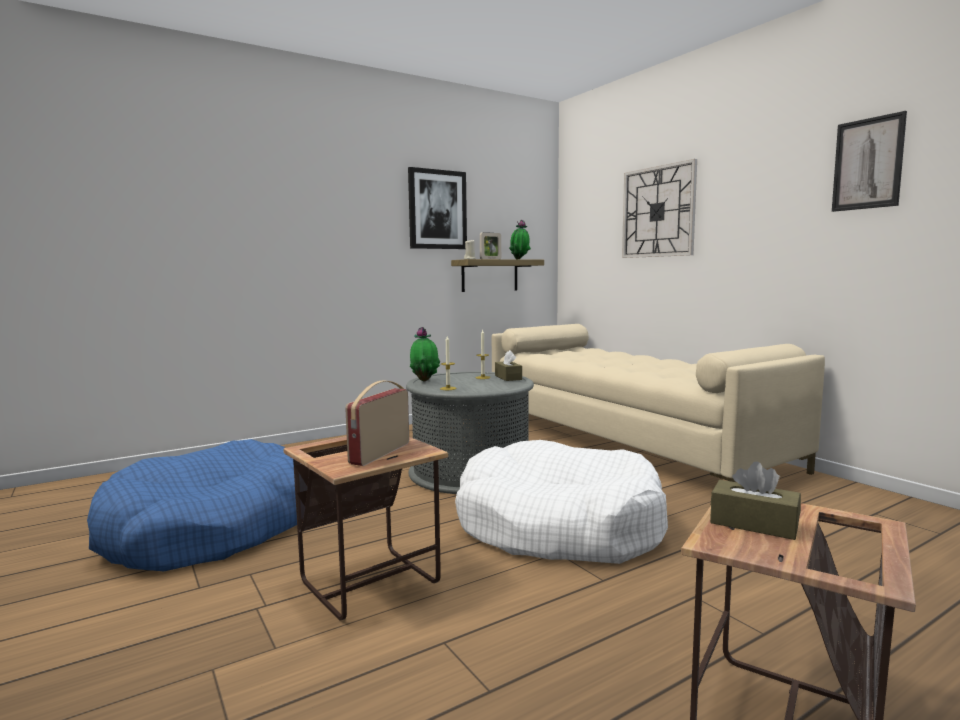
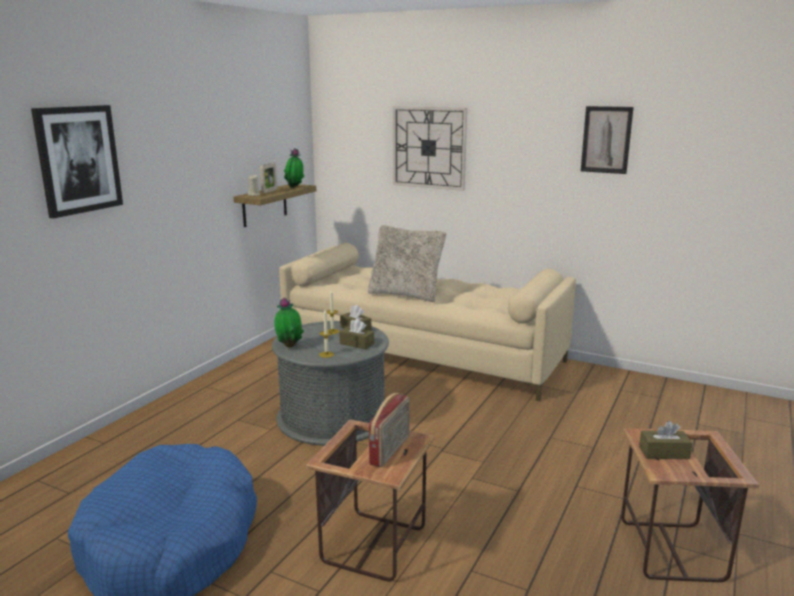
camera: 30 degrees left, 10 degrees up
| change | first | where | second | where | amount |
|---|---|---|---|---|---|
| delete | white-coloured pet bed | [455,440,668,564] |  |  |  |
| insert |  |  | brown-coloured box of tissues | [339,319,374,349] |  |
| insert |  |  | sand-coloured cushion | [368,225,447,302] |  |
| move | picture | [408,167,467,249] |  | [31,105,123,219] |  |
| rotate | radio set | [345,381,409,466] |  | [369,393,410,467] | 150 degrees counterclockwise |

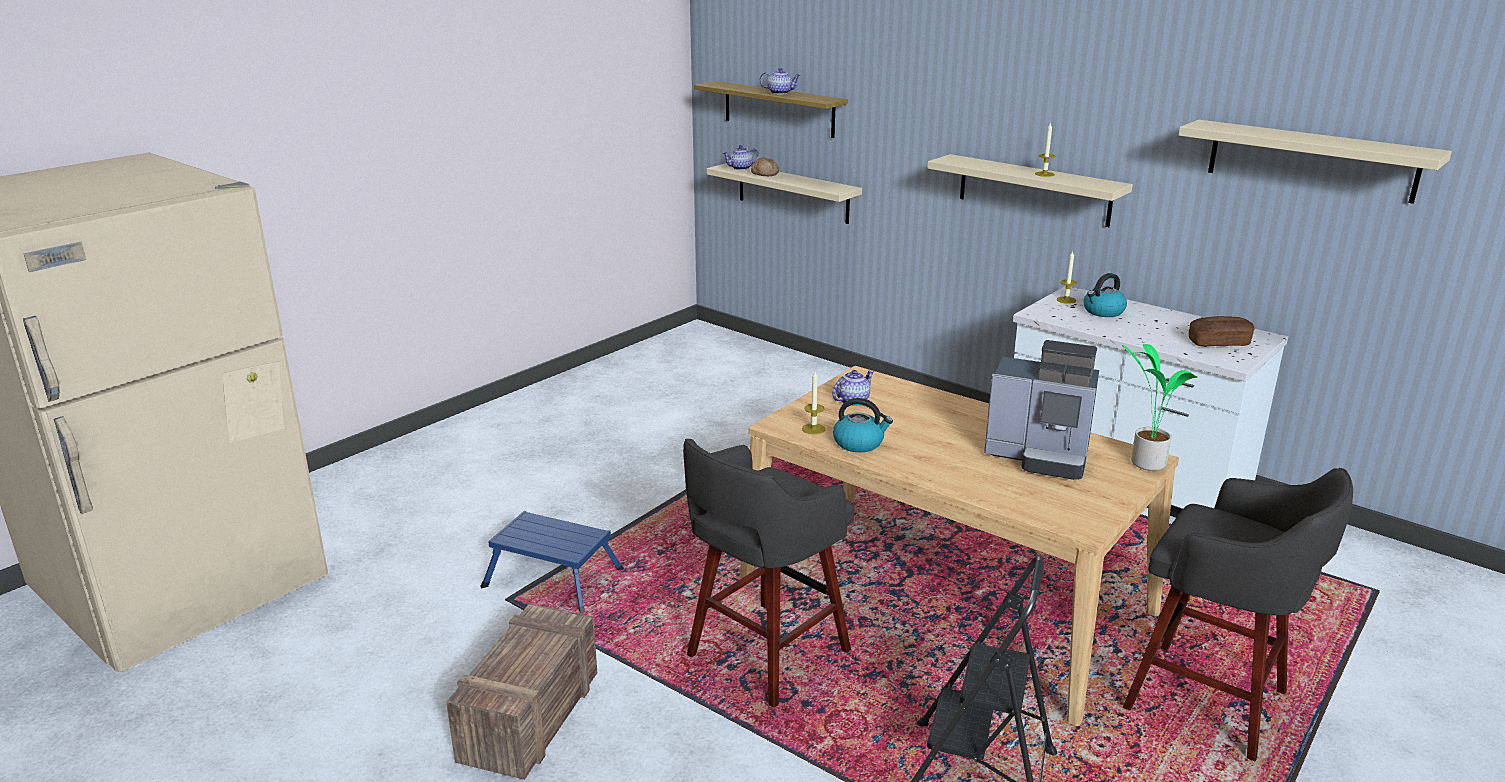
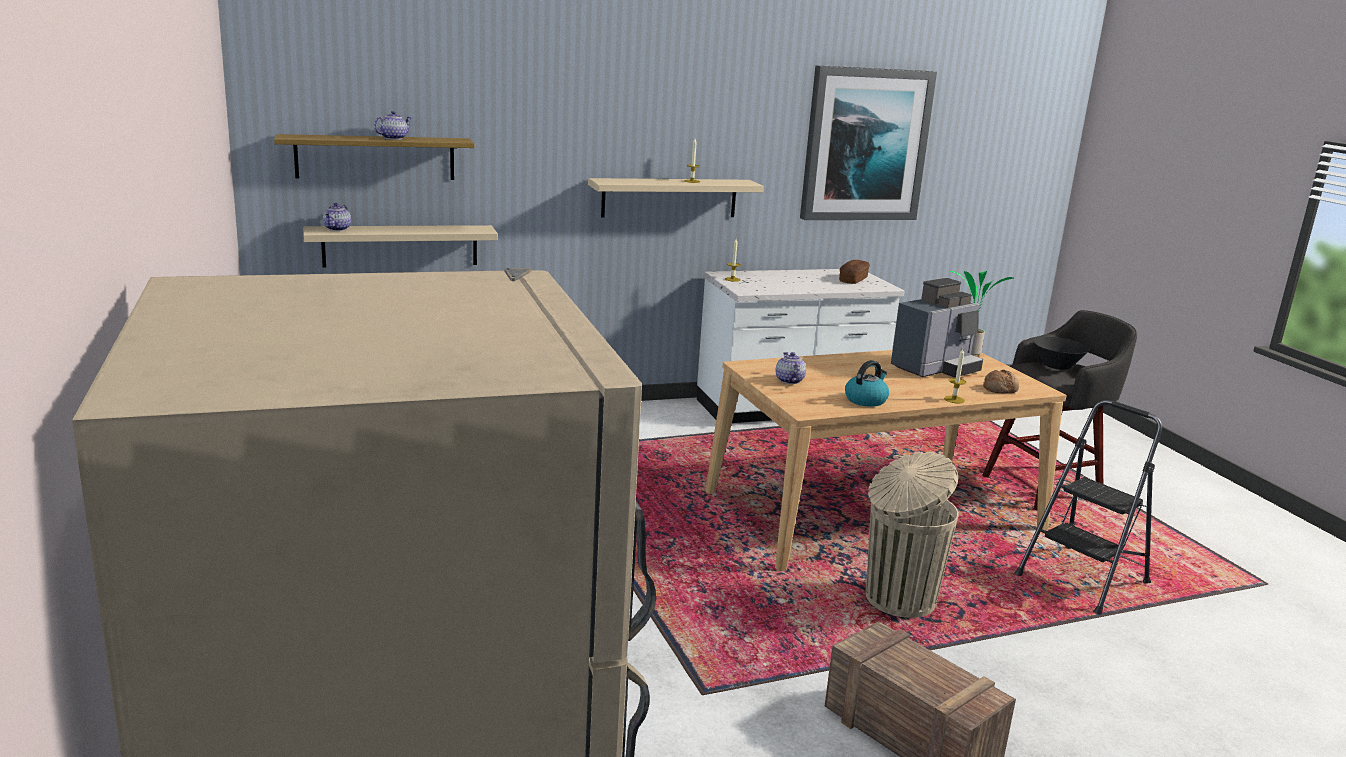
camera: 60 degrees left, 5 degrees down
| change | first | where | second | where | amount |
|---|---|---|---|---|---|
| delete | blue-coloured stepladder | [480,511,624,613] |  |  |  |
| delete | kettle | [1084,273,1127,317] |  |  |  |
| insert |  |  | black bowl | [1033,337,1090,370] |  |
| move | bakery bread | [751,157,779,176] |  | [983,370,1019,393] |  |
| move | wax candle | [802,372,826,434] |  | [944,348,966,404] |  |
| replace | grey stool seat | [683,439,854,708] | sand-coloured trash can | [866,452,959,618] |  |
| replace | sand-coloured shelf | [1179,120,1452,204] | picture | [800,66,937,220] |  |

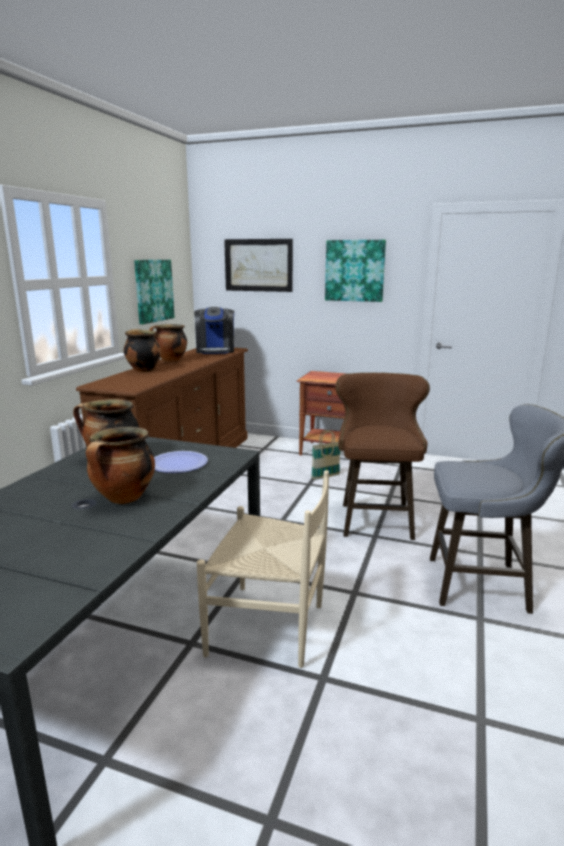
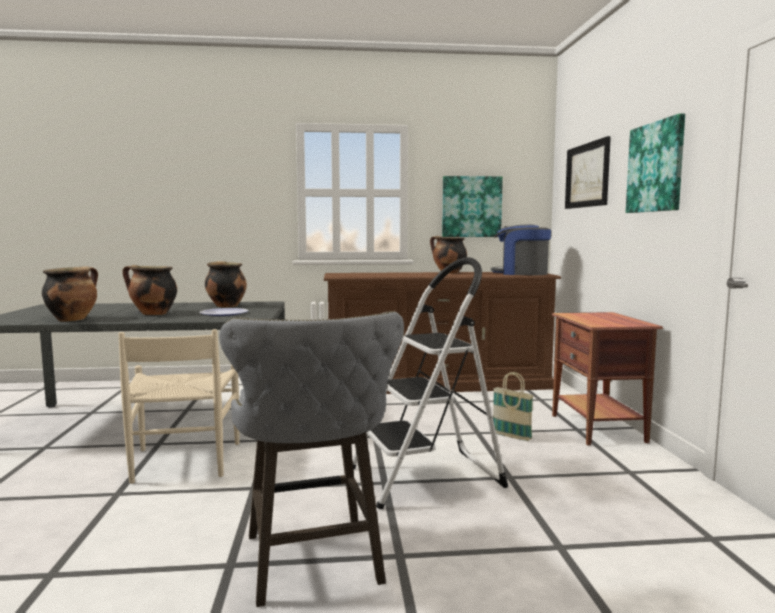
camera: 65 degrees right, 10 degrees down
| change | first | where | second | where | amount |
|---|---|---|---|---|---|
| move | stockpot | [124,329,161,372] |  | [42,266,98,321] |  |
| replace | brown-coloured stool seat | [335,372,430,540] | stepladder | [352,257,508,509] |  |
| rotate | coffee maker | [194,307,234,354] |  | [491,224,551,275] | 60 degrees clockwise |

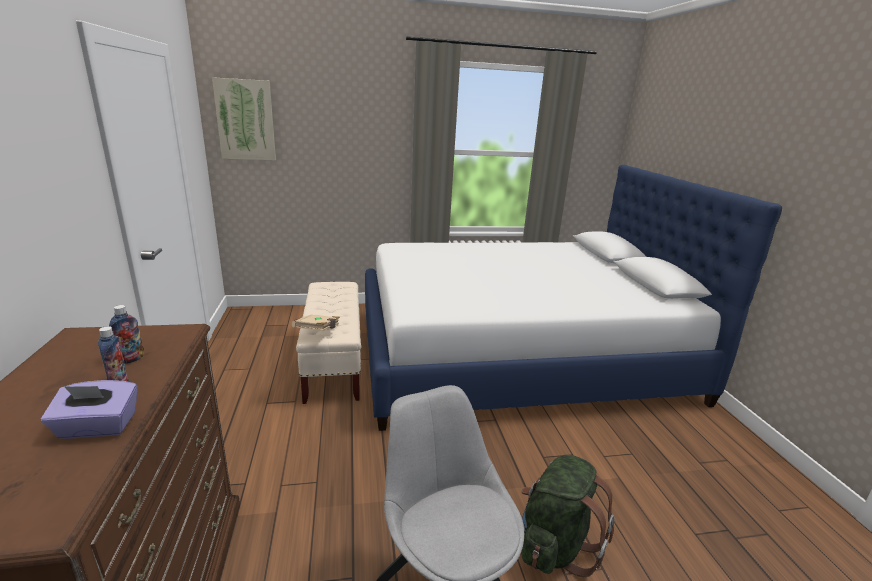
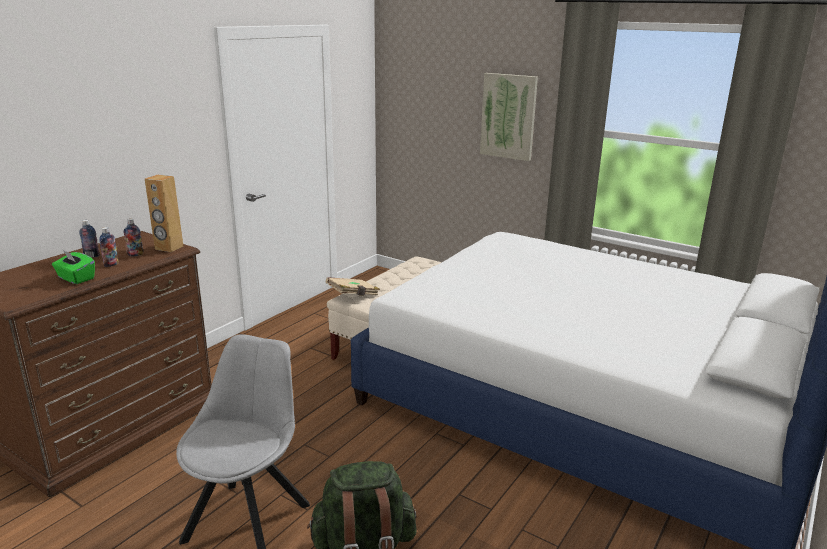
camera: 45 degrees right, 0 degrees up
| change | first | where | second | where | amount |
|---|---|---|---|---|---|
| insert |  |  | beverage bottle | [79,220,100,258] |  |
| insert |  |  | brown-coloured speaker | [145,175,184,252] |  |
| move | picture | [212,77,276,160] |  | [480,73,538,161] |  |
| recolor | purple box of tissues | [41,380,137,439] | green box of tissues | [52,250,95,284] |  |

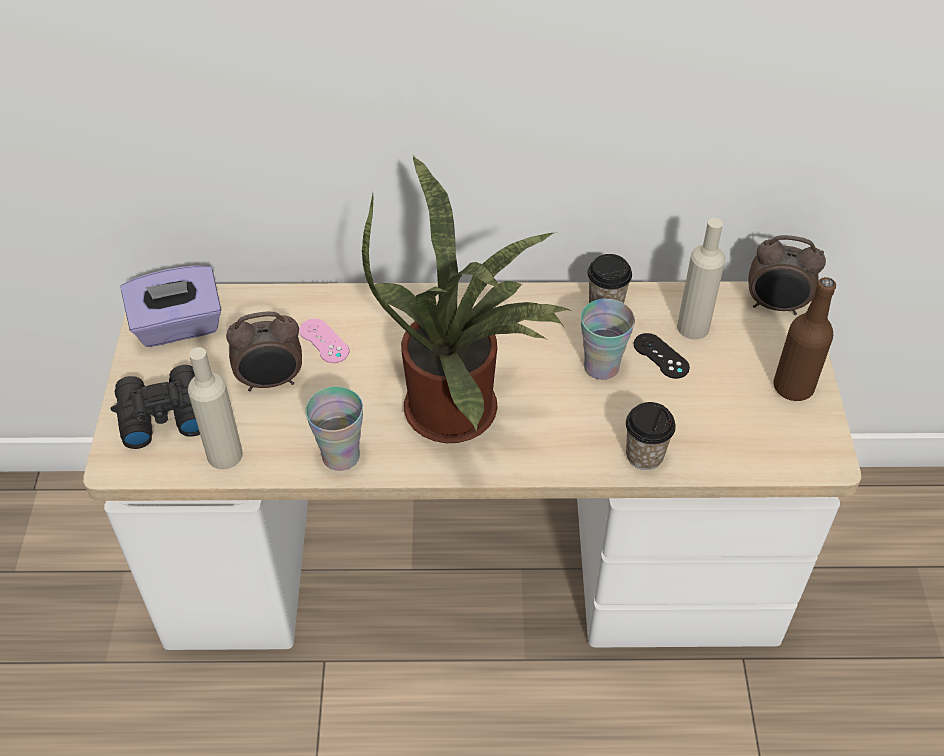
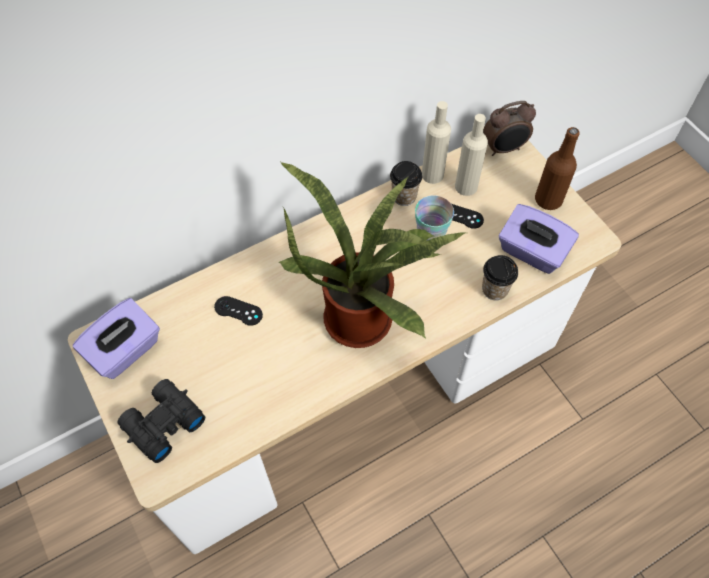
camera: 30 degrees left, 10 degrees up
| change | first | where | second | where | amount |
|---|---|---|---|---|---|
| delete | table clock | [226,312,302,391] |  |  |  |
| delete | cup | [305,387,363,471] |  |  |  |
| insert |  |  | purple box of tissues | [499,204,579,274] |  |
| move | sand-coloured beverage bottle | [188,347,243,469] |  | [422,101,451,184] |  |
| recolor | pink gamepad | [299,319,349,363] | black gamepad | [214,296,263,326] |  |

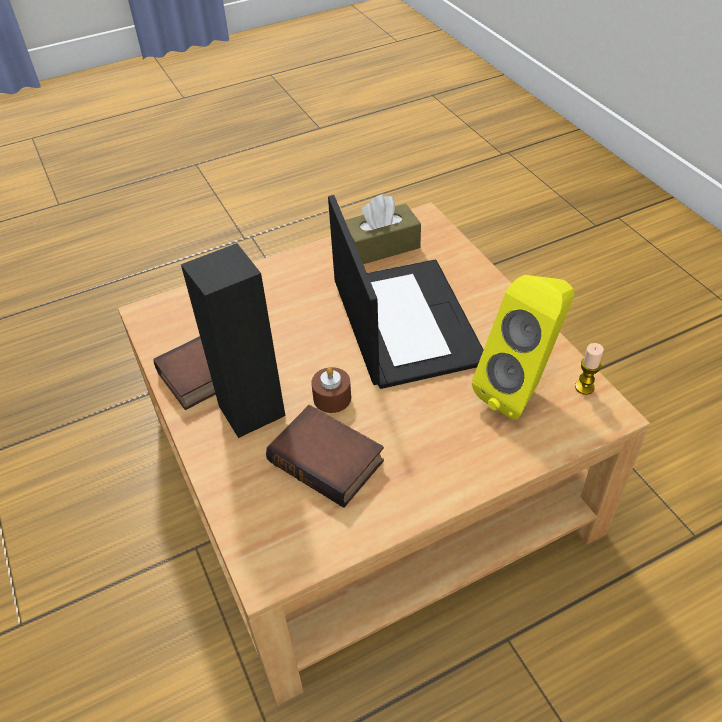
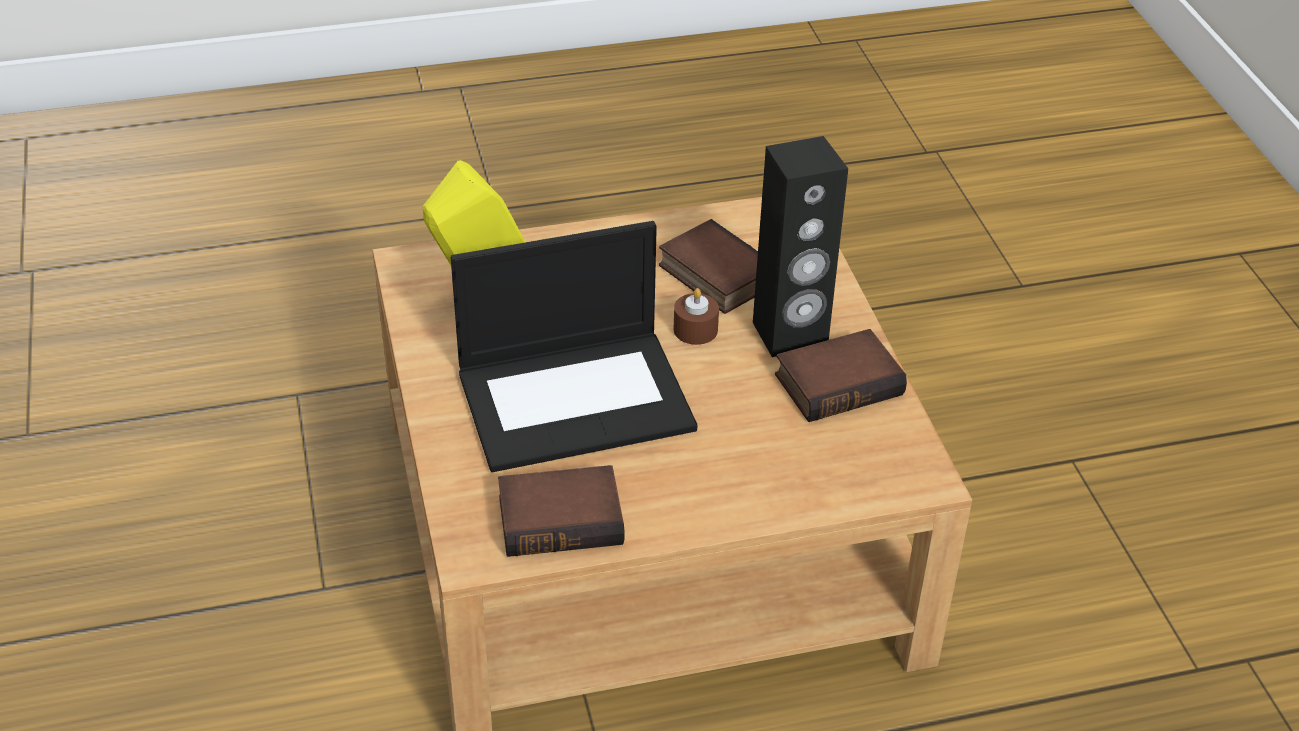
camera: 170 degrees left, 5 degrees down
| change | first | where | second | where | amount |
|---|---|---|---|---|---|
| delete | wax candle | [575,343,604,395] |  |  |  |
| replace | brown-coloured box of tissues | [345,194,421,264] | bound book | [498,465,624,557] |  |
| rotate | portable computer | [328,195,484,389] |  | [451,221,698,472] | 105 degrees counterclockwise |

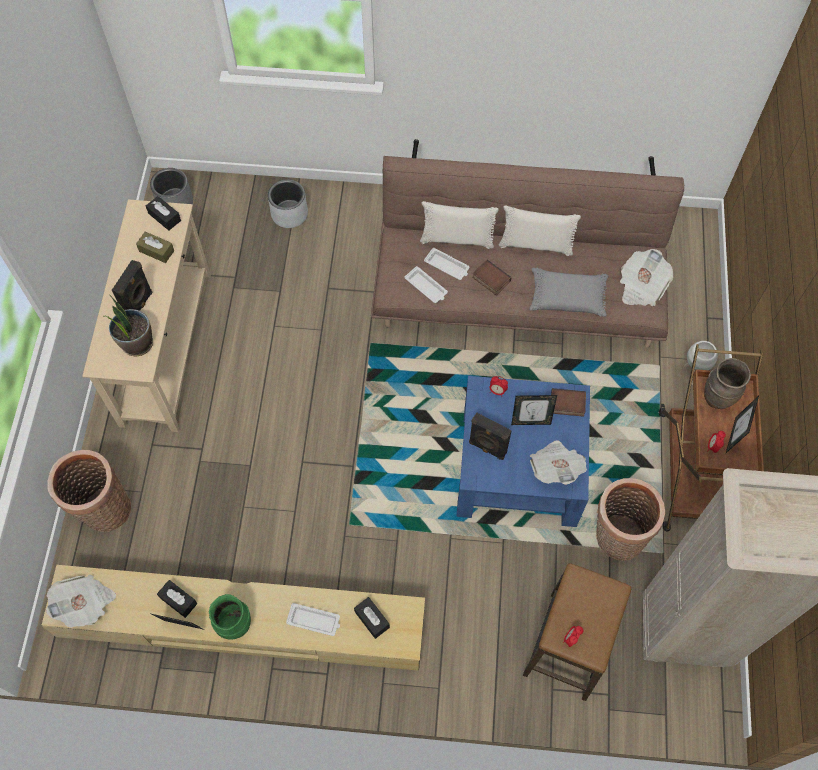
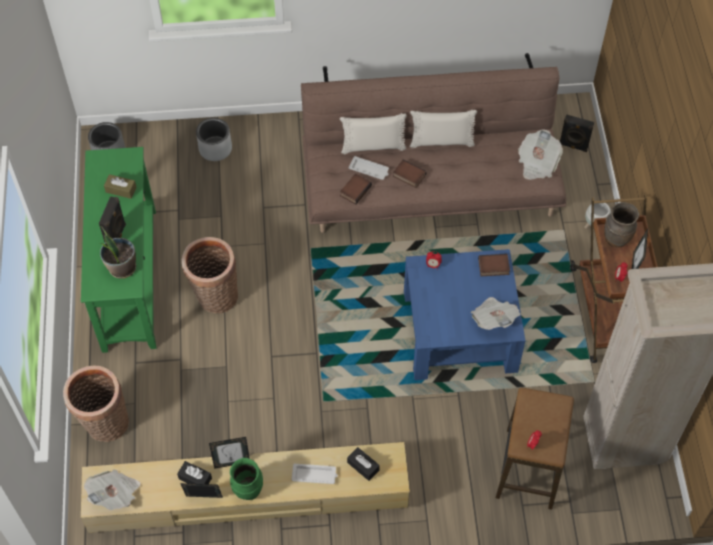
camera: 10 degrees left, 5 degrees down
| change | first | where | second | where | amount |
|---|---|---|---|---|---|
| delete | black box of tissues | [146,196,181,230] |  |  |  |
| delete | grey cushion | [529,268,608,317] |  |  |  |
| move | black speaker | [469,413,512,460] |  | [560,114,594,152] |  |
| move | standing frame | [511,395,557,425] |  | [209,437,250,469] |  |
| move | basket | [596,478,665,561] |  | [182,237,238,313] |  |
| replace | white-coloured tray | [404,266,448,303] | bound book | [340,173,372,205] |  |
| recolor | sand-coloured hall table | [82,199,211,432] | green hall table | [81,147,157,353] |  |

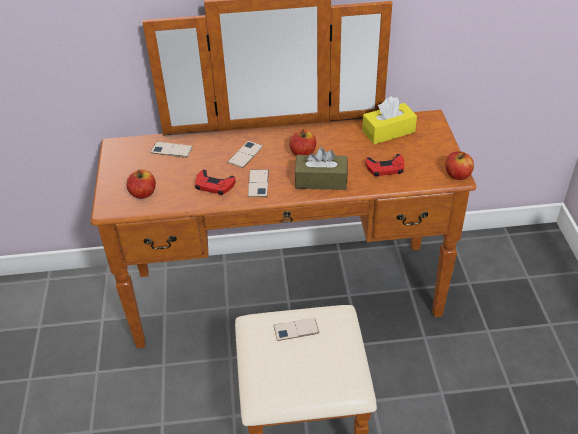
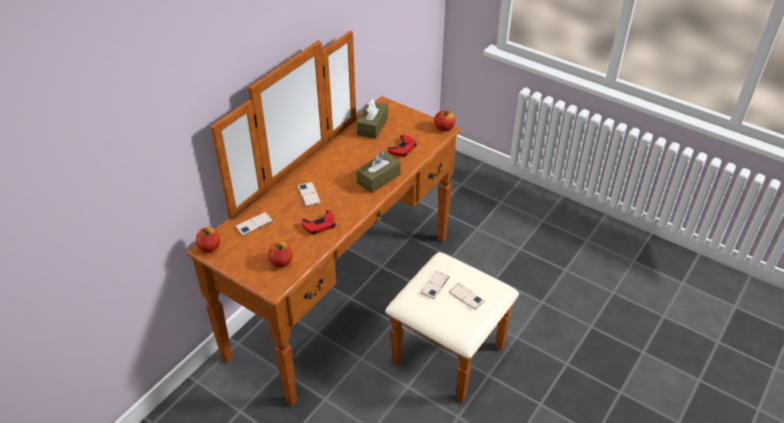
camera: 50 degrees left, 0 degrees up
| change | first | where | second | where | amount |
|---|---|---|---|---|---|
| move | phone | [248,169,269,197] |  | [449,283,485,310] |  |
| move | apple fruit | [290,130,316,155] |  | [196,227,220,253] |  |
| recolor | yellow box of tissues | [362,96,417,144] | brown-coloured box of tissues | [357,99,388,139] |  |

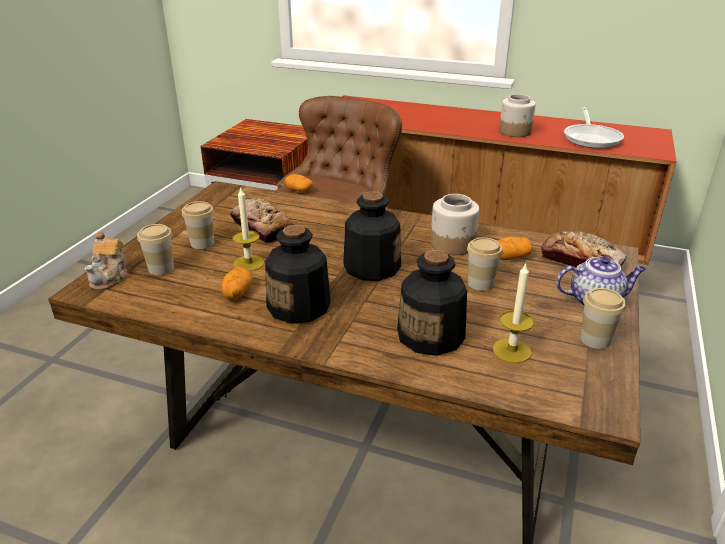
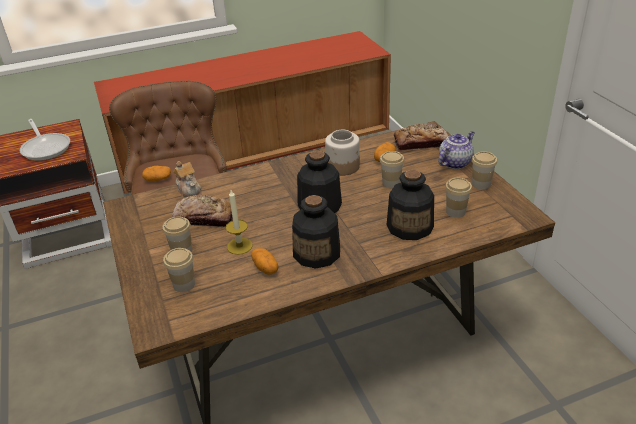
camera: 40 degrees left, 5 degrees up
| change | first | where | second | where | amount |
|---|---|---|---|---|---|
| delete | jar | [499,94,536,137] |  |  |  |
| move | tea pot | [85,231,129,290] |  | [173,161,202,198] |  |
| move | pan | [564,107,624,149] |  | [20,119,70,161] |  |
| replace | wax candle | [493,262,534,363] | cup | [445,178,472,218] |  |

